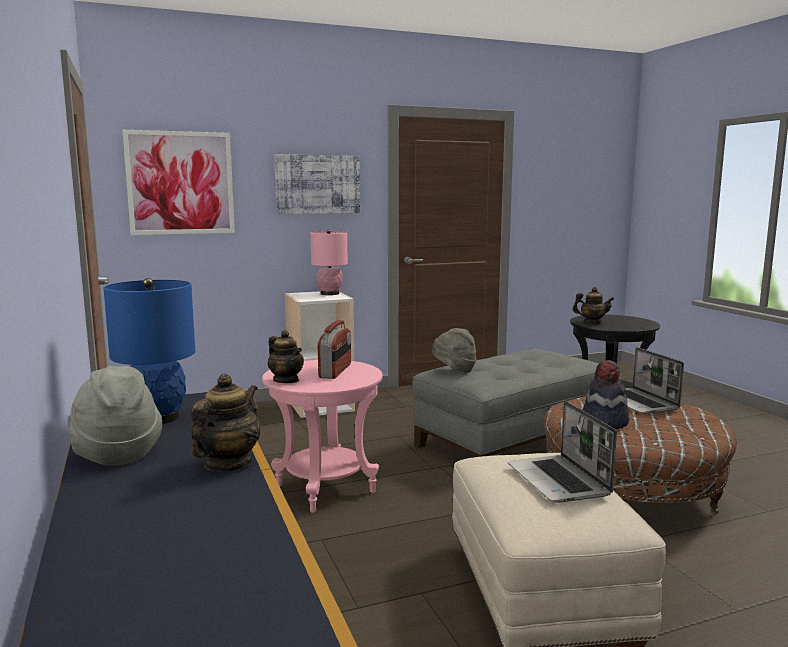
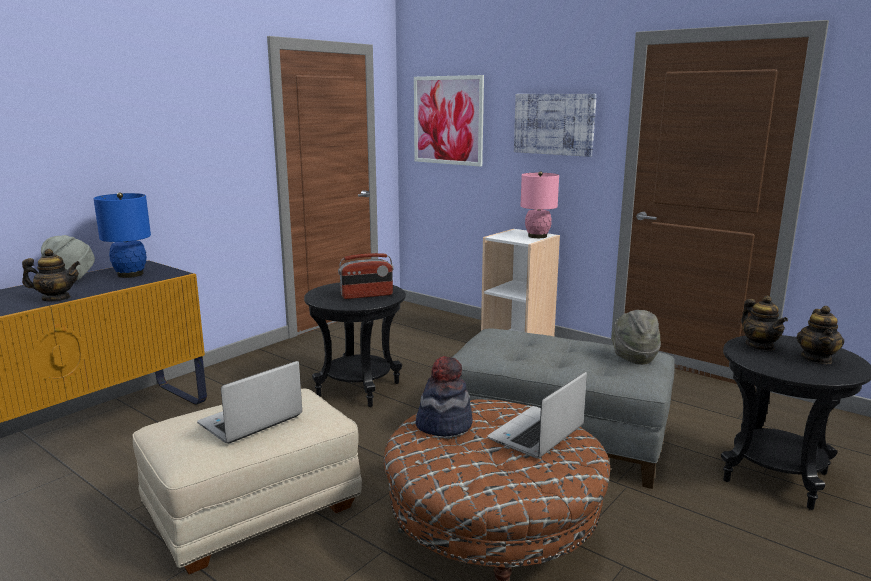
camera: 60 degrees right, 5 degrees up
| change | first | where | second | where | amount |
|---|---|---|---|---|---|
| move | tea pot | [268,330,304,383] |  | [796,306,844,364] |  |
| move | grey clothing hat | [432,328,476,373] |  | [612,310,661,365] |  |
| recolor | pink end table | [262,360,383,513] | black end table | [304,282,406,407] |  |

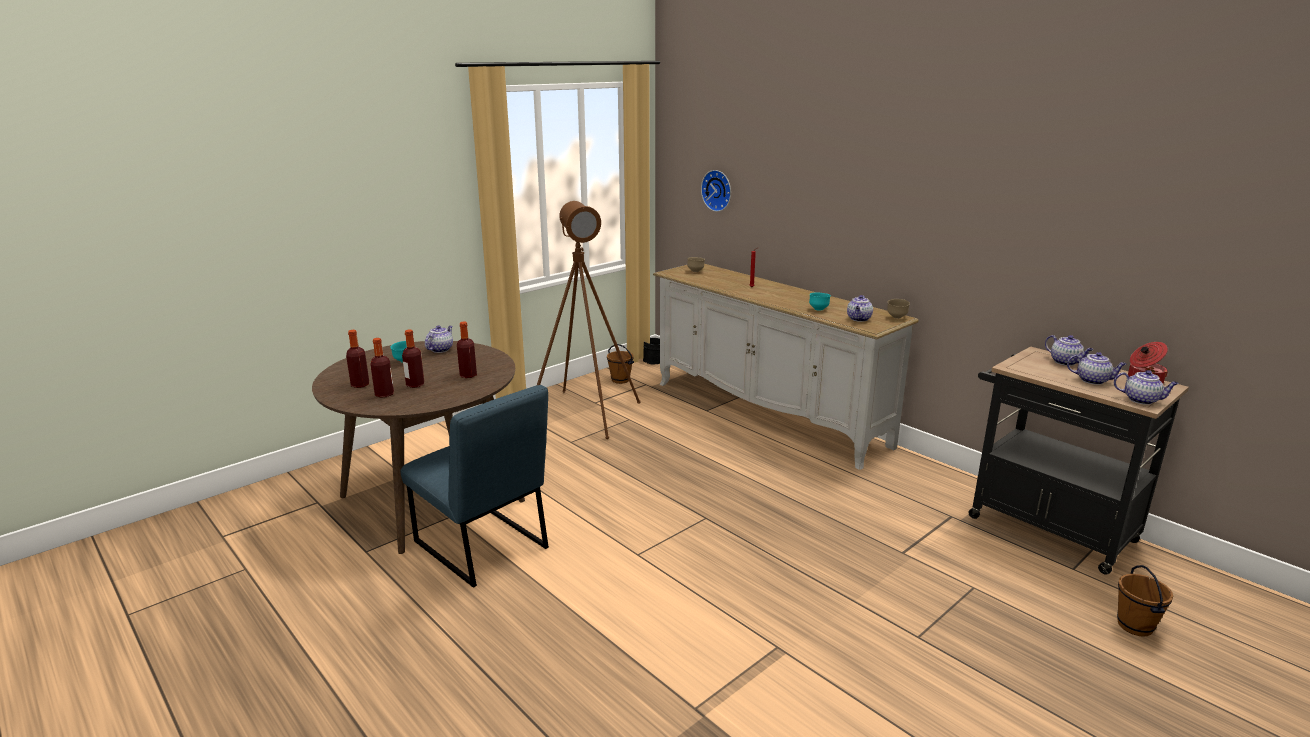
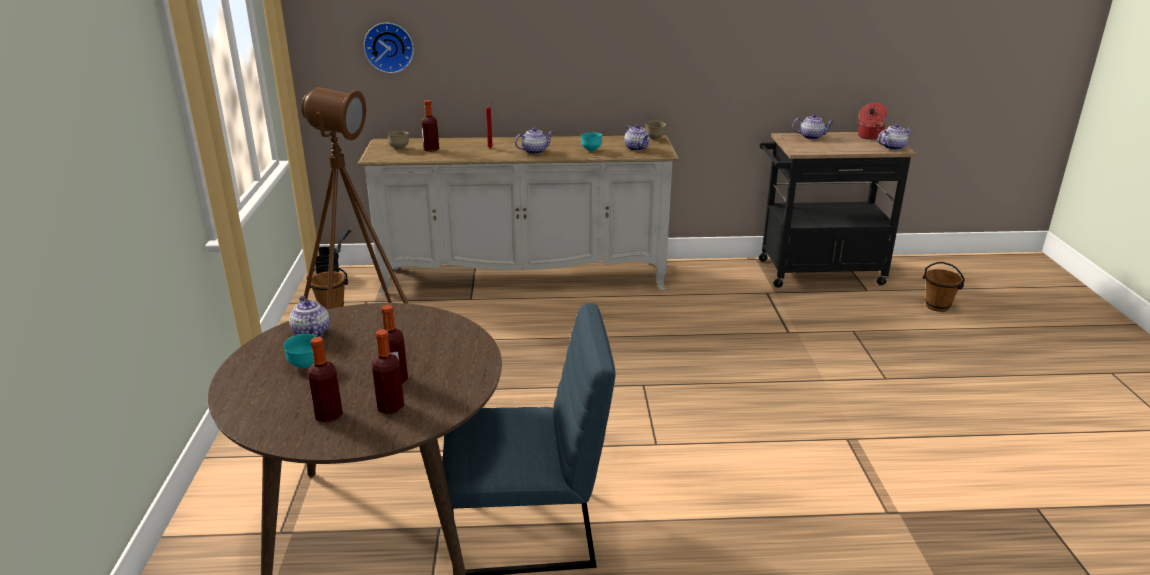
camera: 50 degrees left, 5 degrees up
| change | first | where | second | where | amount |
|---|---|---|---|---|---|
| move | beverage bottle | [457,322,477,378] |  | [421,100,439,152] |  |
| move | tea pot | [1067,352,1127,385] |  | [515,127,553,154] |  |

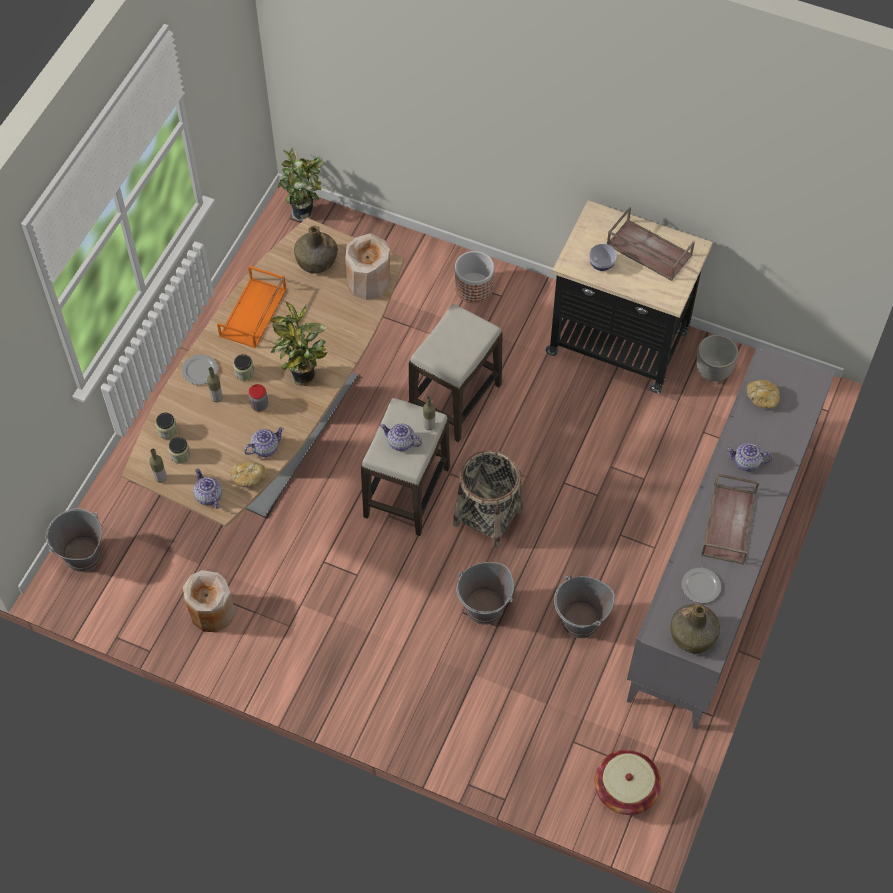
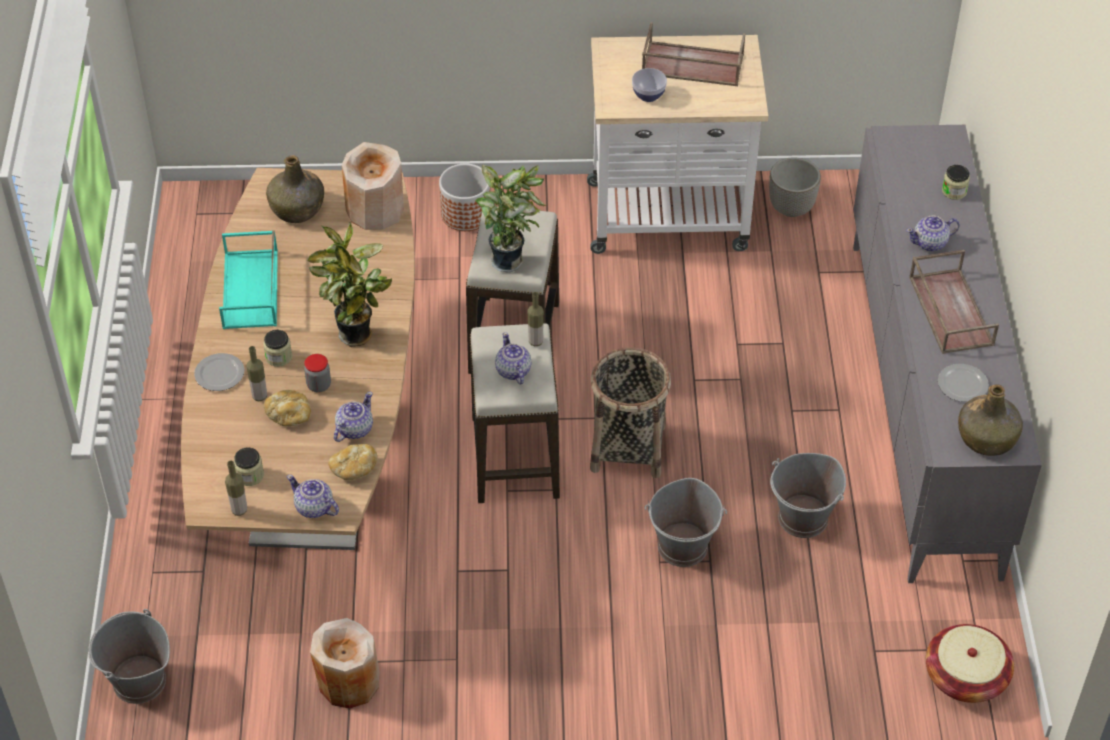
camera: 25 degrees left, 10 degrees down
| change | first | where | second | where | amount |
|---|---|---|---|---|---|
| move | jar | [156,413,178,439] |  | [942,165,970,200] |  |
| move | plant in a pot | [278,148,323,221] |  | [475,165,546,273] |  |
| move | bakery bread | [747,380,780,408] |  | [264,390,311,427] |  |
| recolor | orange tray | [217,266,287,349] | turquoise tray | [219,230,278,329] |  |
| recolor | black trolley | [546,200,713,394] | white-coloured trolley | [587,35,768,254] |  |
| rotate | tea pot | [380,424,422,451] |  | [495,332,532,384] | 75 degrees clockwise |

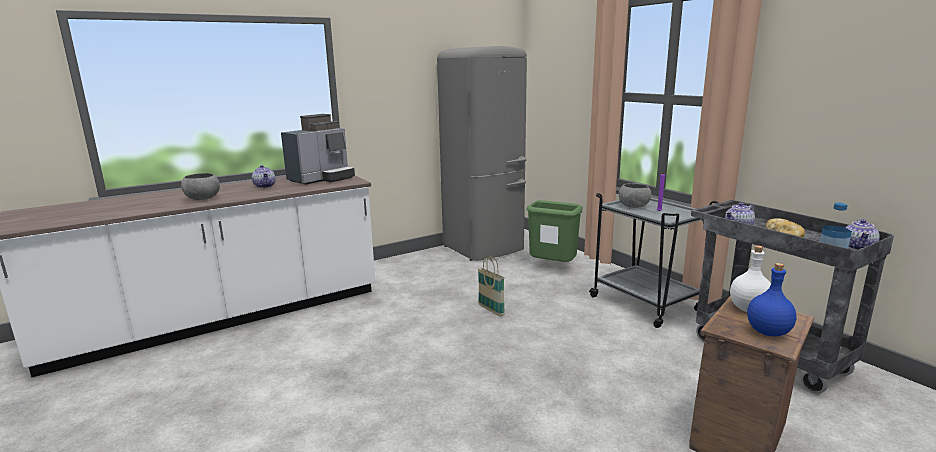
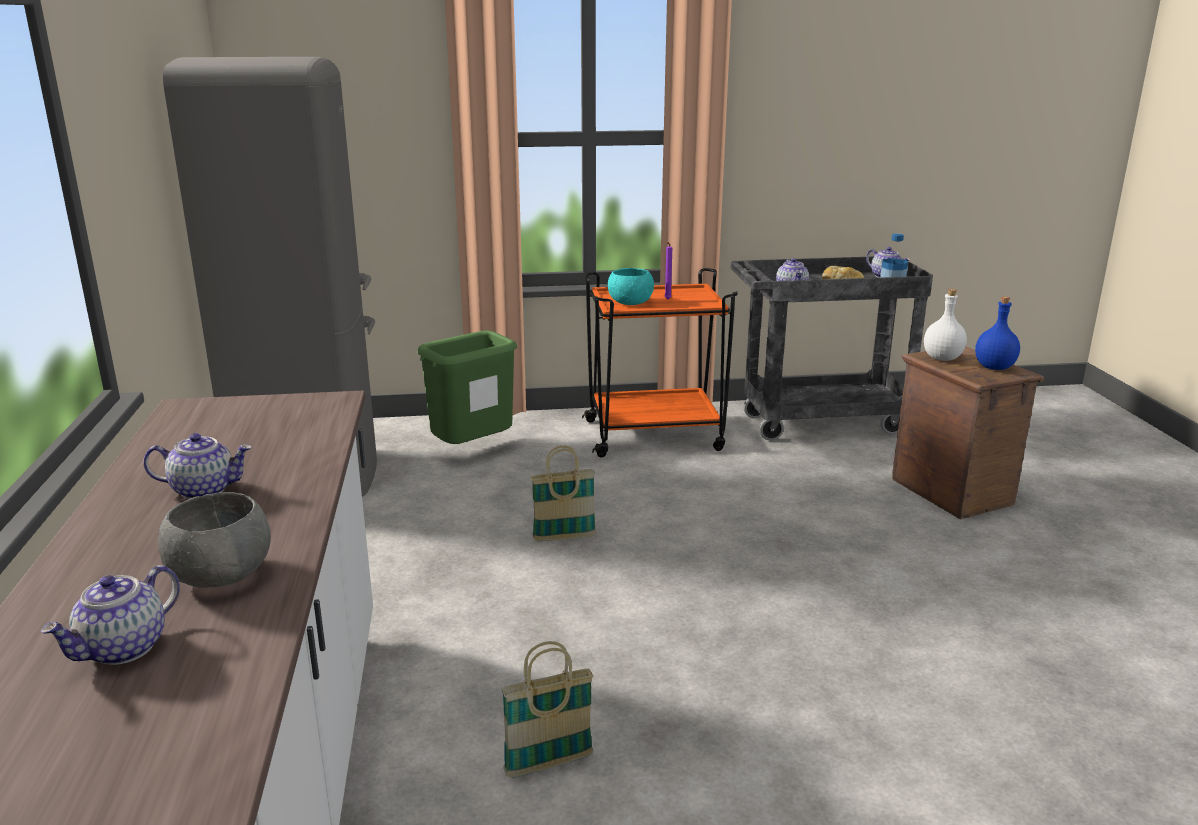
camera: 65 degrees left, 5 degrees up
| change | first | where | second | where | amount |
|---|---|---|---|---|---|
| delete | coffee maker | [281,114,355,185] |  |  |  |
| insert |  |  | tea pot | [41,565,180,665] |  |
| insert |  |  | basket | [501,641,593,778] |  |
| recolor | grey trolley | [589,193,719,328] | orange trolley | [582,268,738,457] |  |
| recolor | grey bowl | [619,183,651,208] | turquoise bowl | [608,268,654,305] |  |

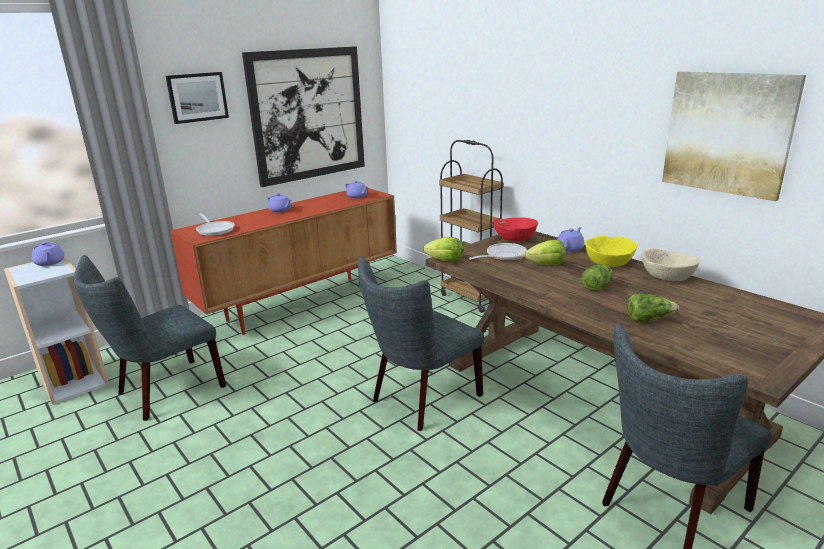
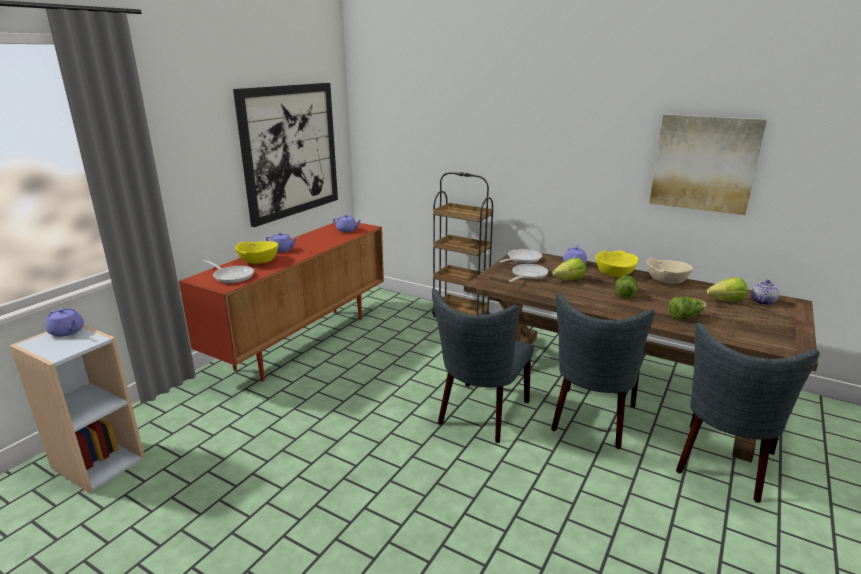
camera: 20 degrees left, 0 degrees up
| change | first | where | second | where | amount |
|---|---|---|---|---|---|
| delete | picture | [166,72,229,124] |  |  |  |
| insert |  |  | yellow bowl | [235,241,278,264] |  |
| insert |  |  | tea pot | [751,280,779,305] |  |
| move | grey plain chair | [74,255,226,421] |  | [551,293,655,449] |  |
| move | head of lettuce | [423,237,463,262] |  | [707,278,747,301] |  |
| replace | reddish bowl | [493,218,538,241] | pan | [499,249,542,263] |  |

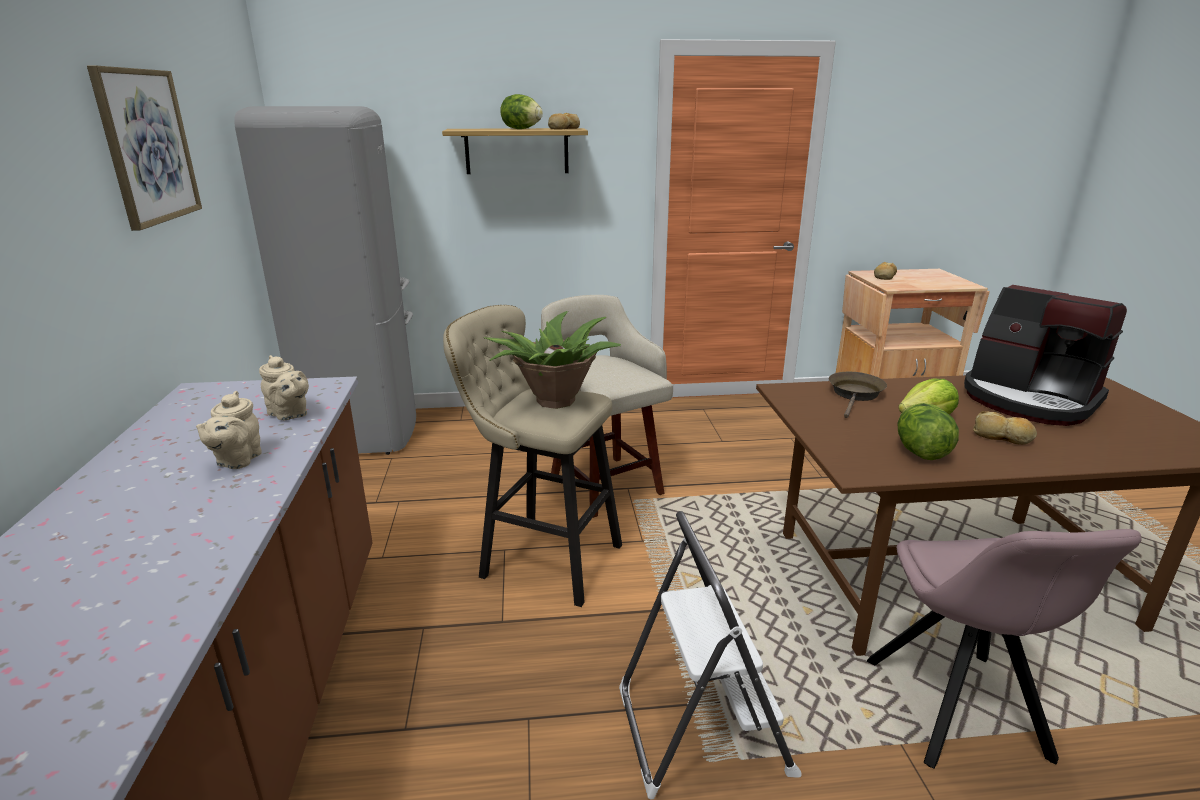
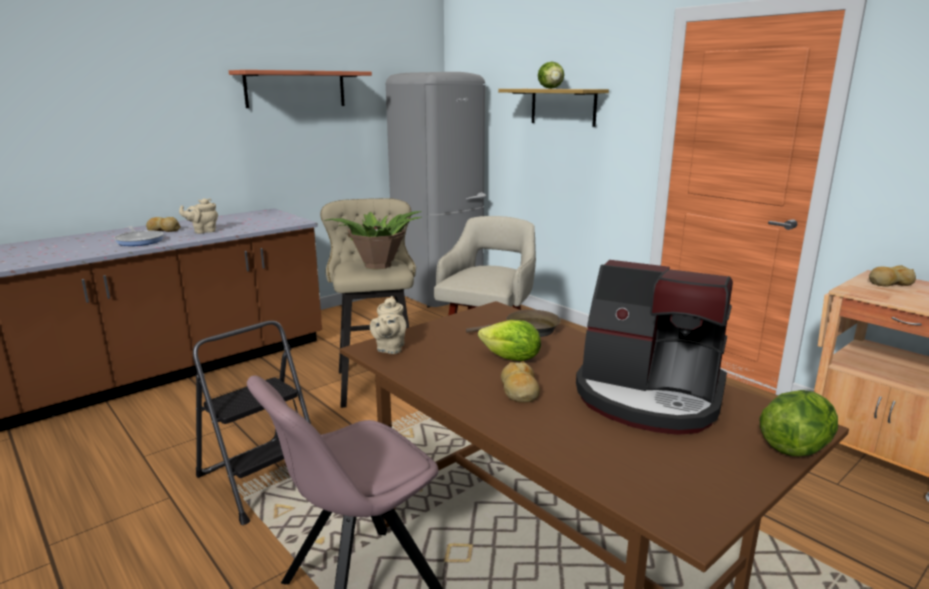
camera: 55 degrees right, 5 degrees down
| change | first | where | second | where | amount |
|---|---|---|---|---|---|
| insert |  |  | pan | [114,226,164,246] |  |
| move | sand-coloured tea pot | [259,355,309,420] |  | [370,296,406,354] |  |
| move | bakery bread | [548,113,580,129] |  | [146,217,181,232] |  |
| move | head of lettuce | [898,403,959,460] |  | [760,390,838,456] |  |
| replace | picture | [87,65,202,231] | shelf | [229,70,372,108] |  |
| recolor | white-coloured stepladder | [619,511,802,799] | black stepladder | [193,321,311,525] |  |
| rotate | coffee maker | [964,285,1127,426] |  | [576,260,733,435] | 75 degrees counterclockwise |

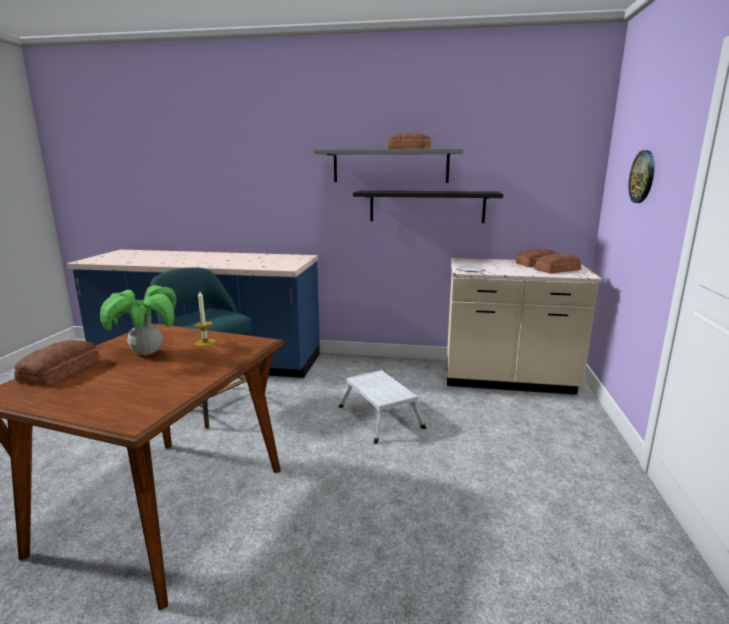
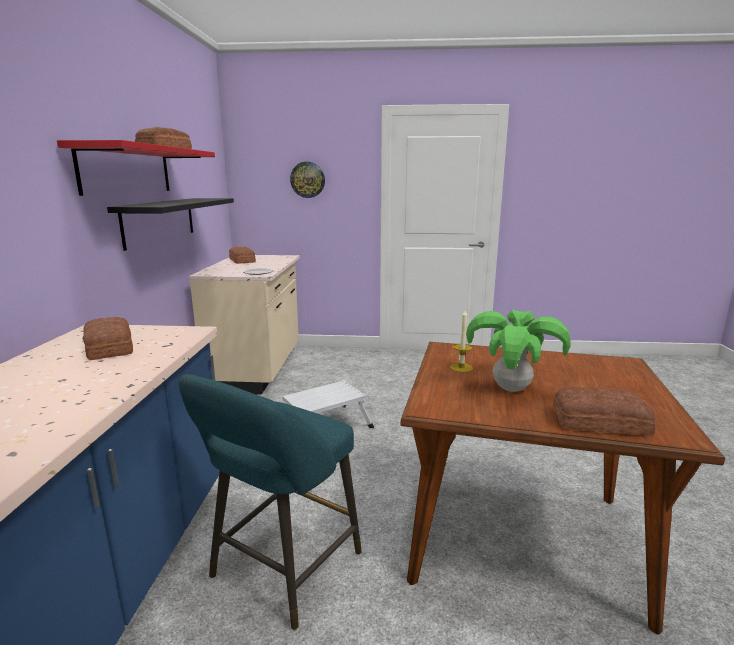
camera: 95 degrees left, 0 degrees up
| change | first | where | second | where | amount |
|---|---|---|---|---|---|
| move | bakery bread | [534,254,581,274] |  | [82,317,133,360] |  |
| recolor | grey shelf | [313,149,464,183] | reddish shelf | [57,140,215,196] |  |

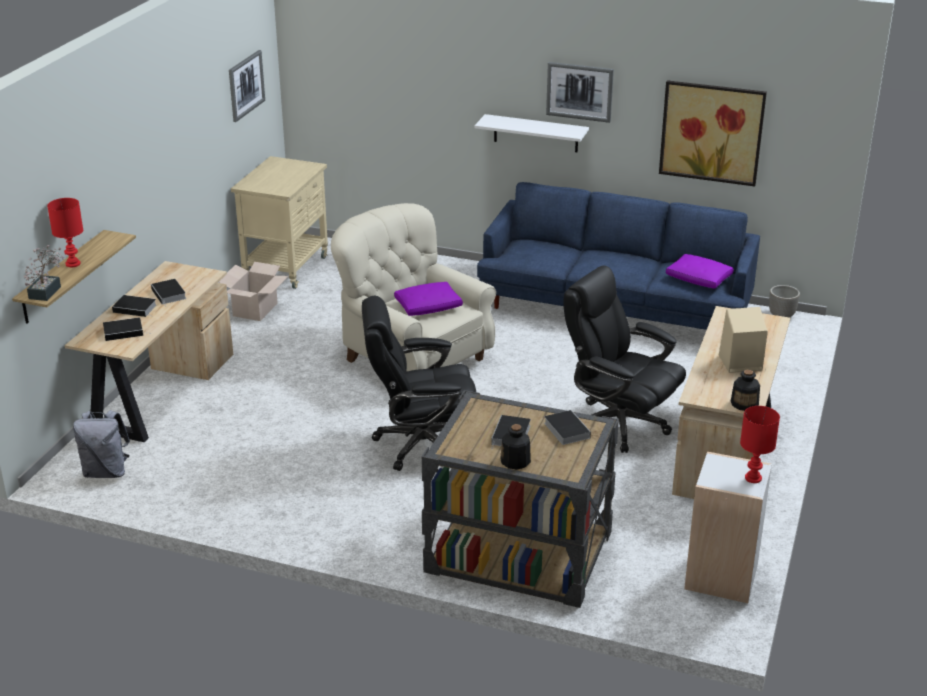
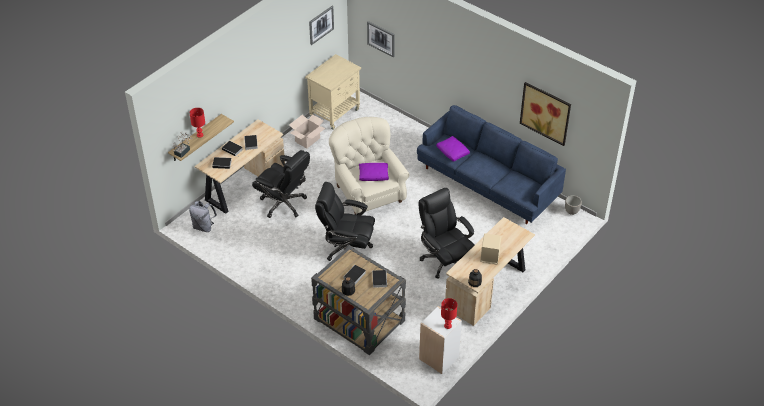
camera: 20 degrees right, 15 degrees up
| change | first | where | second | where | amount |
|---|---|---|---|---|---|
| delete | white-coloured shelf | [474,114,589,152] |  |  |  |
| insert |  |  | black desk chair | [252,150,310,218] |  |
| move | picture | [546,62,614,123] |  | [367,21,395,57] |  |
| move | purple cushion | [666,254,734,288] |  | [436,136,470,162] |  |

